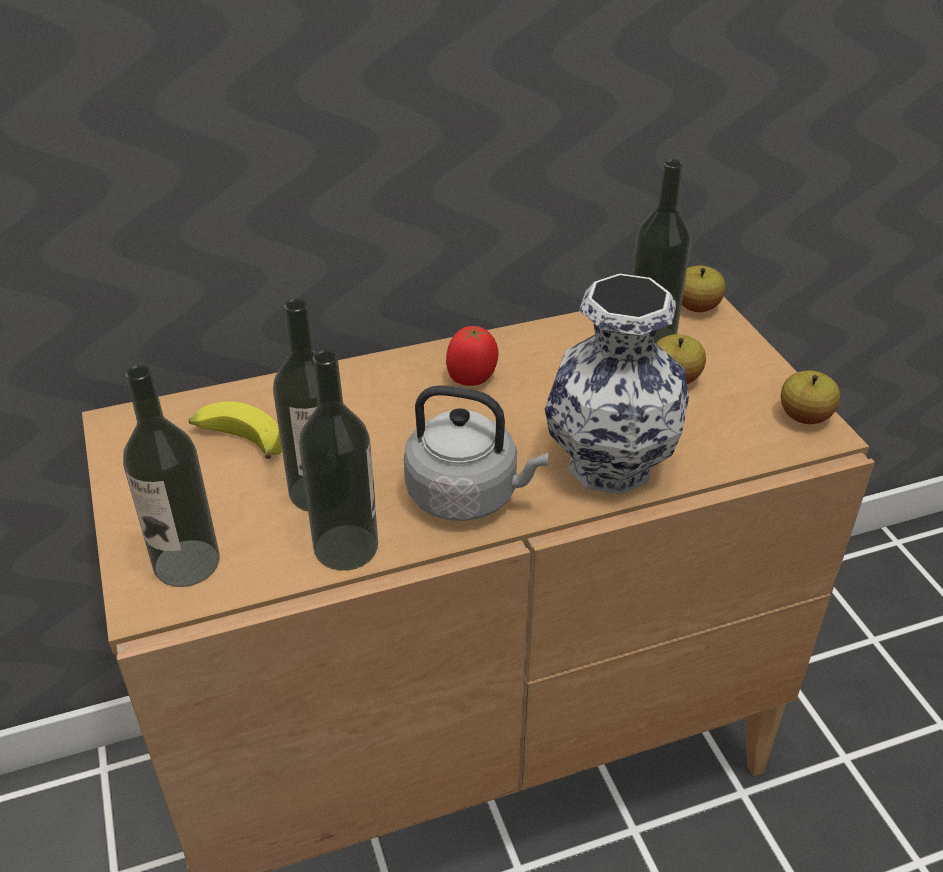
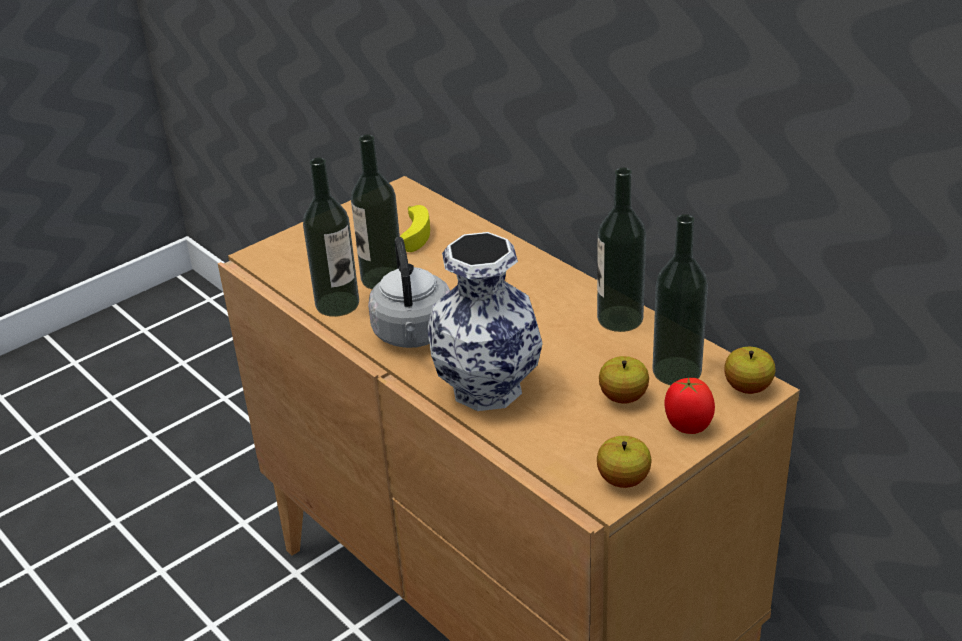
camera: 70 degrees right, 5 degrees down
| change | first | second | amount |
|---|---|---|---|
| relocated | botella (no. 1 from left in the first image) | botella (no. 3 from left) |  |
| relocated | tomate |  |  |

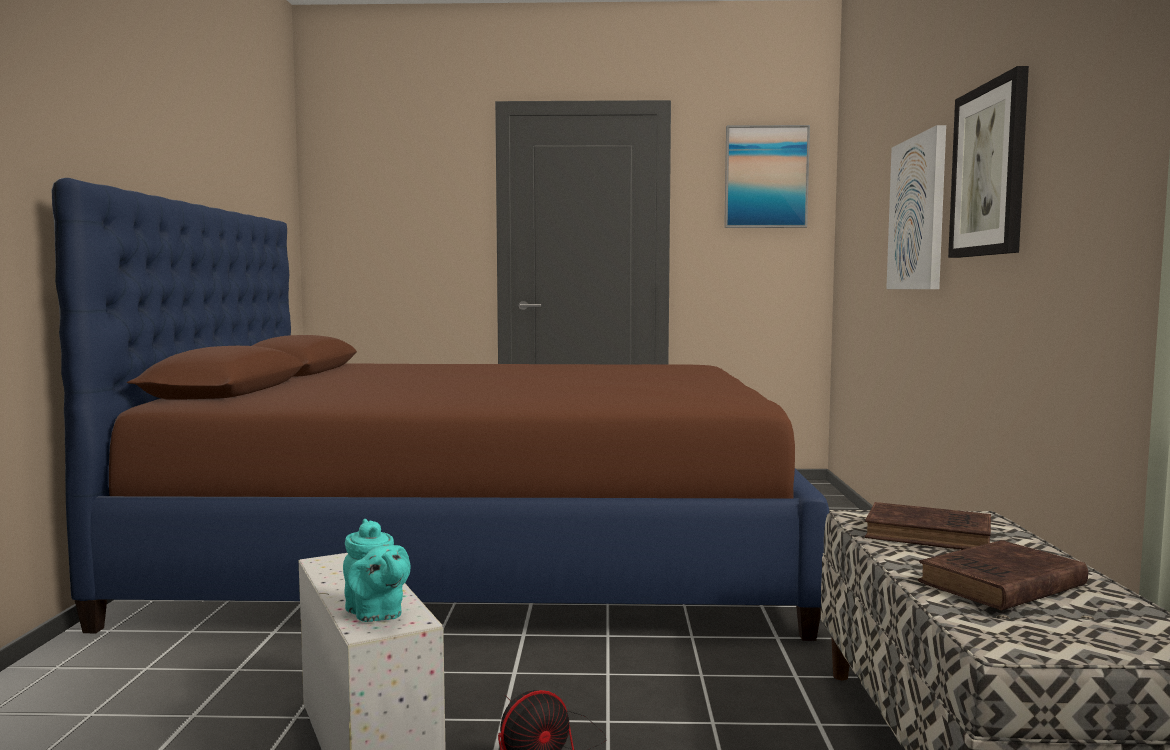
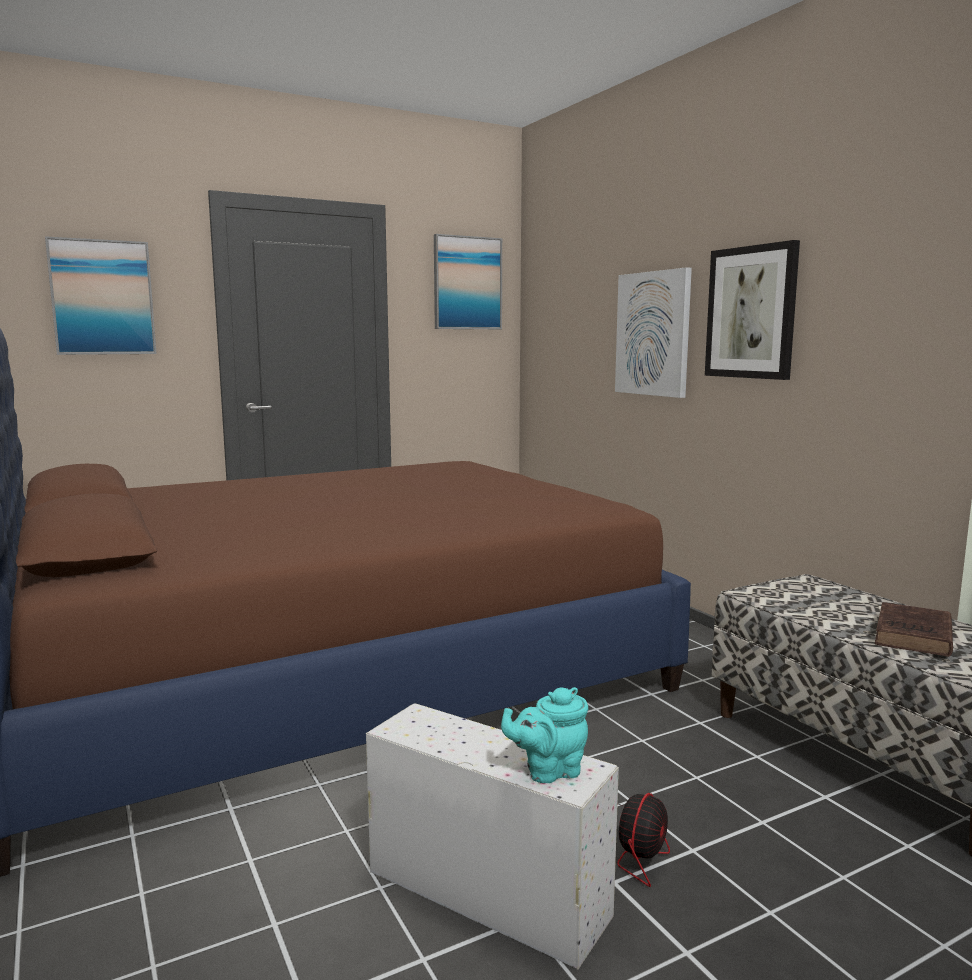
camera: 30 degrees left, 5 degrees up
| change | first | second | amount |
|---|---|---|---|
| spun | tetera [turquesa] |  | 135 degrees clockwise |
| missing | libro [marrón] (no. 1 from left) |  |  |
| appeared |  | cuadro (no. 1 from left) |  |

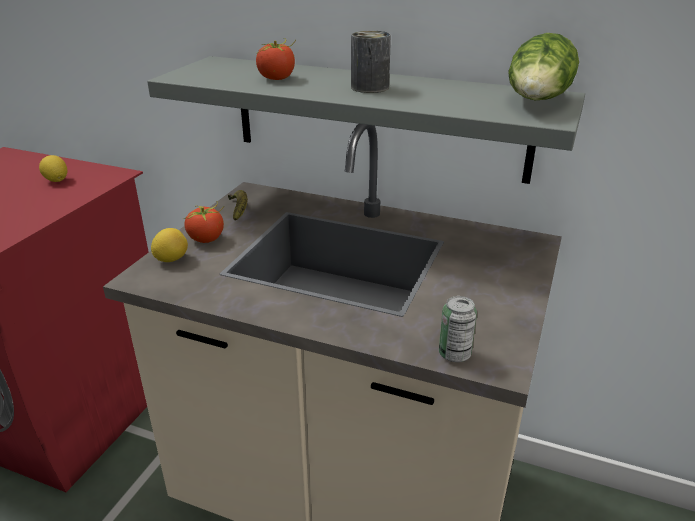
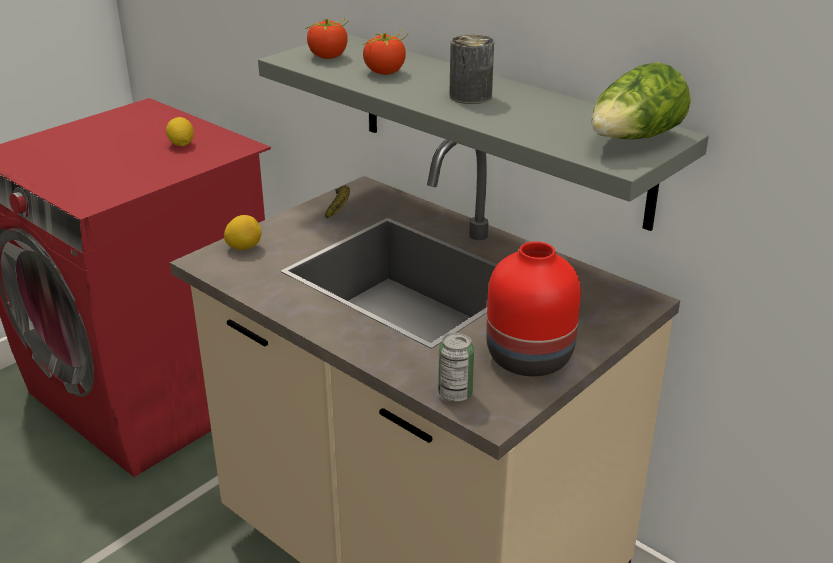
camera: 20 degrees right, 0 degrees up
| change | first | second | amount |
|---|---|---|---|
| relocated | tomate (no. 1 from left) |  |  |
| appeared |  | florero [rojo] |  |

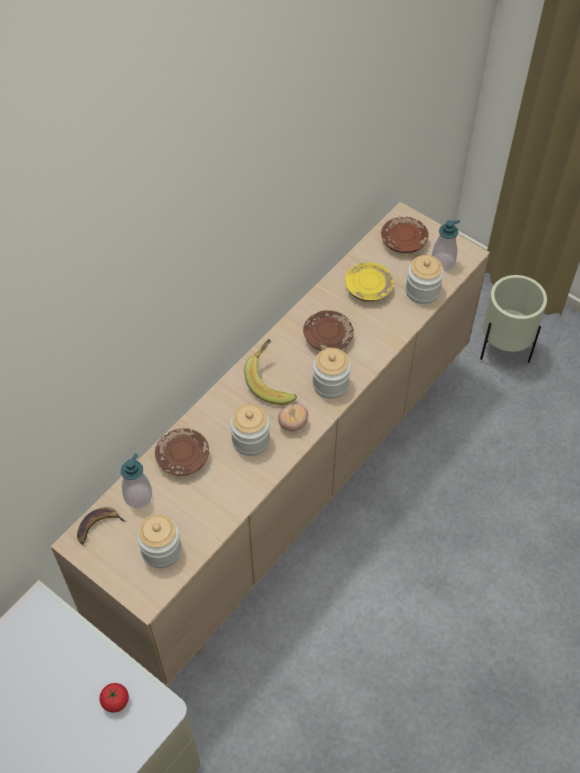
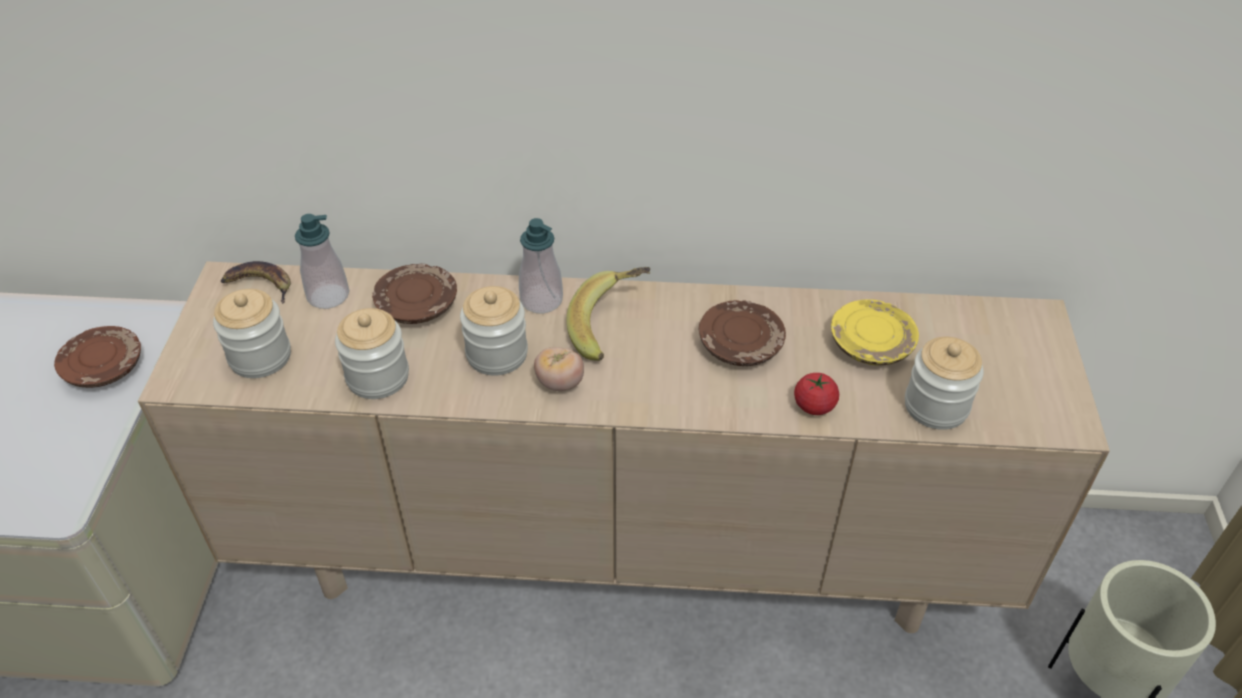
camera: 55 degrees right, 10 degrees down
| change | first | second | amount |
|---|---|---|---|
| relocated | tomate (no. 1 from left in the first image) | tomate (no. 2 from left) |  |
| relocated | tarro (no. 3 from left in the first image) | tarro (no. 2 from left) |  |
| relocated | plato [marrón] (no. 3 from left in the first image) | plato [marrón] (no. 1 from left) |  |
| relocated | dispensador de jabón (no. 2 from left) |  |  |

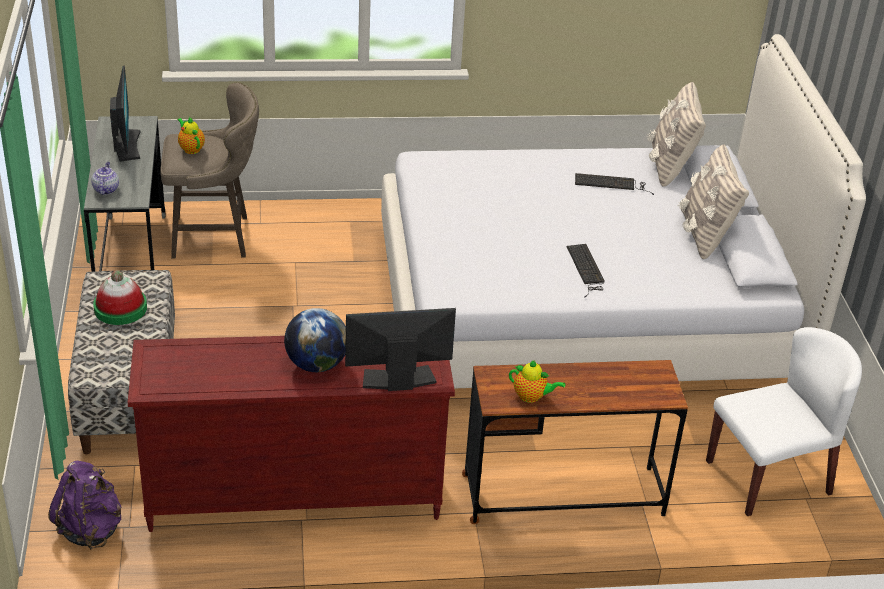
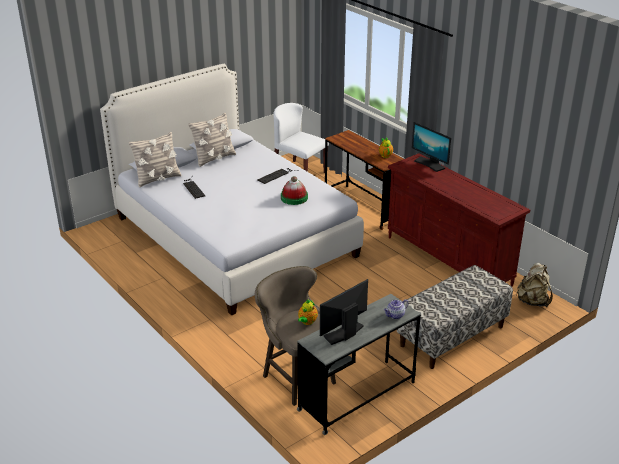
camera: 120 degrees left, 5 degrees down
| change | first | second | amount |
|---|---|---|---|
| colour | mochila [morado] | mochila [beis] |  |
| relocated | sombrero |  |  |
| missing | globo terráqueo |  |  |

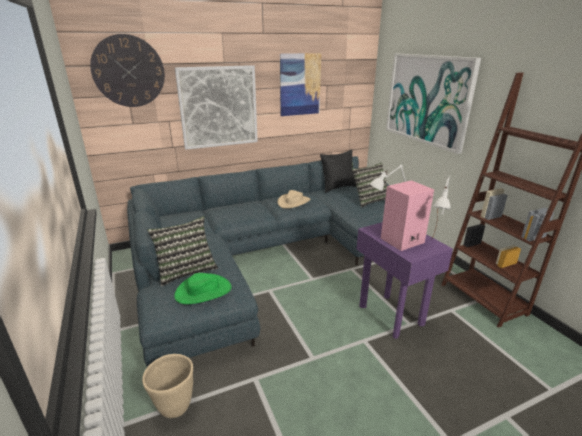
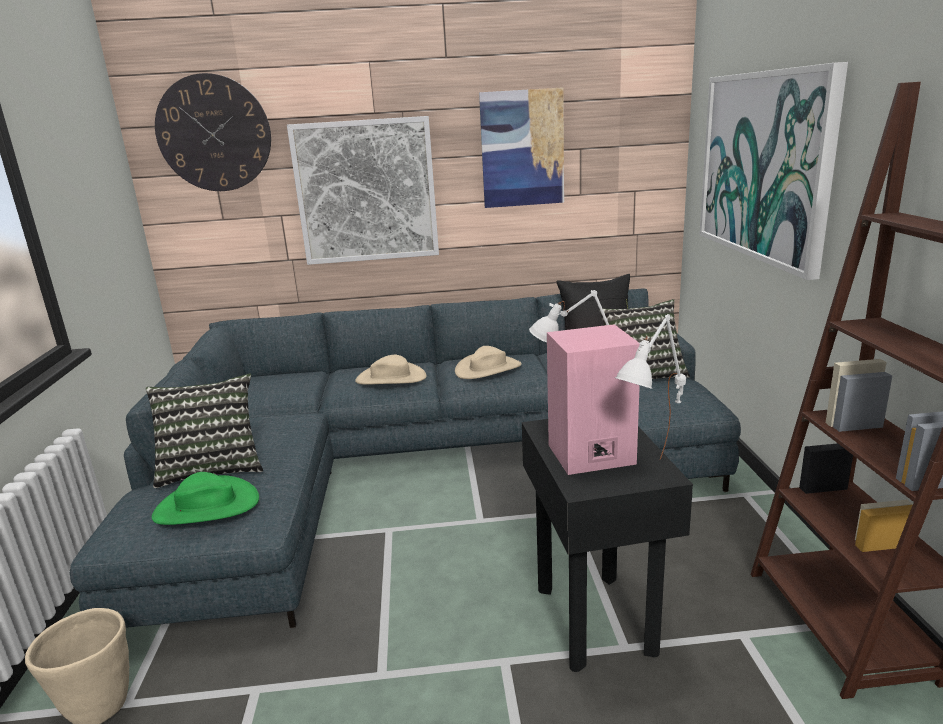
camera: 20 degrees right, 5 degrees down
| change | first | second | amount |
|---|---|---|---|
| colour | mesa auxiliar [morado] | mesa auxiliar [negro] |  |
| appeared |  | sombrero [beis] (no. 1 from left) |  |

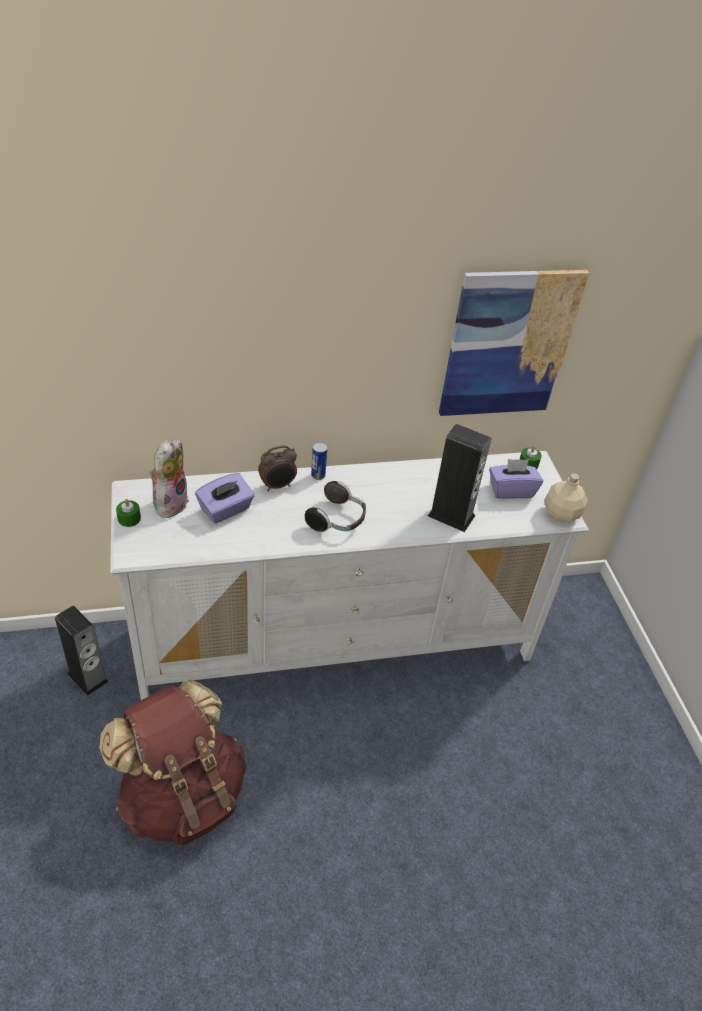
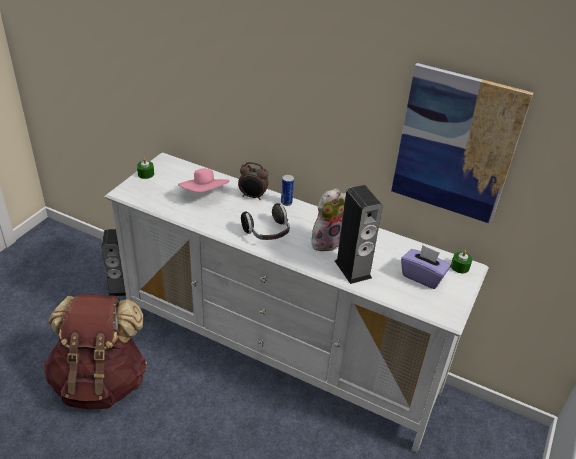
camera: 40 degrees right, 5 degrees down
| change | first | second | amount |
|---|---|---|---|
| relocated | peluche |  |  |
| exchanged | caja de pañuelos [morado] (no. 1 from left) | sombrero [rosa] |  |
| missing | botella [beis] |  |  |

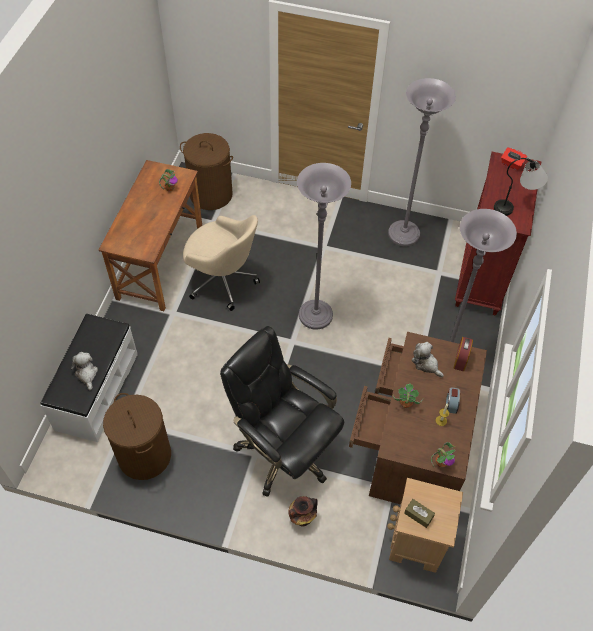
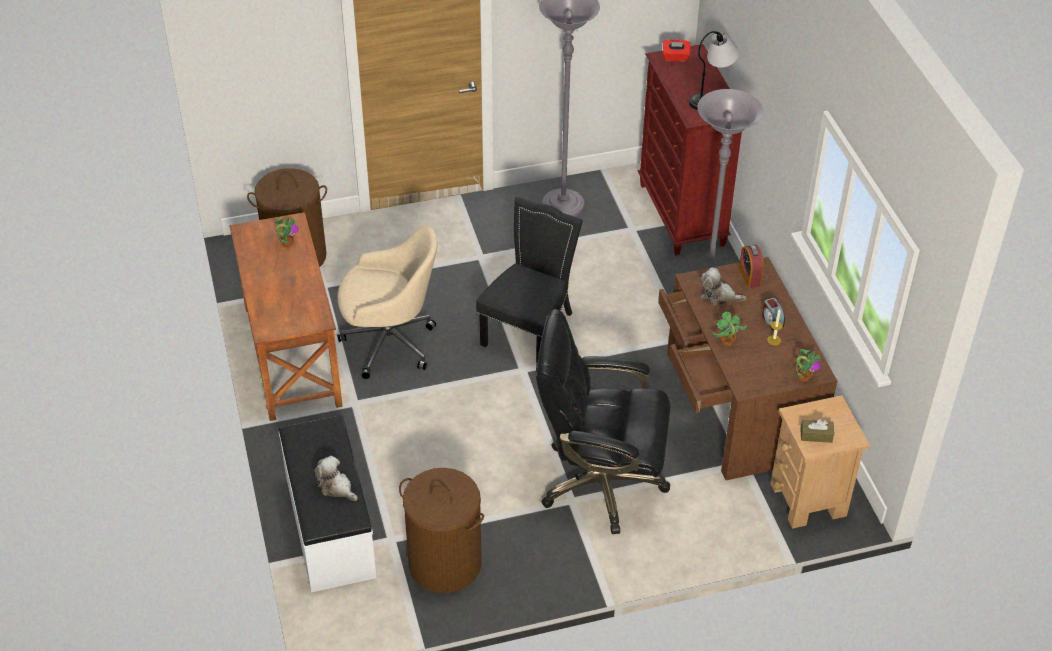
camera: 30 degrees left, 10 degrees down
| change | first | second | amount |
|---|---|---|---|
| missing | florero |  |  |
| exchanged | lámpara de pie [gris] (no. 1 from left) | silla [negro] |  |

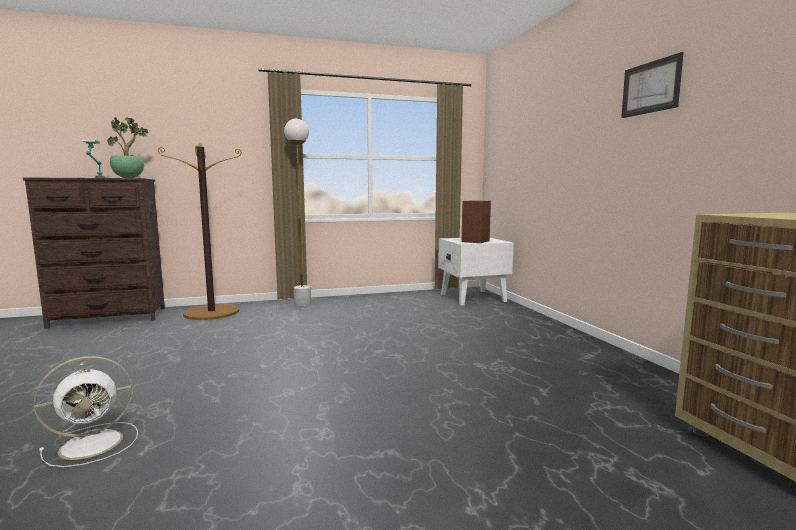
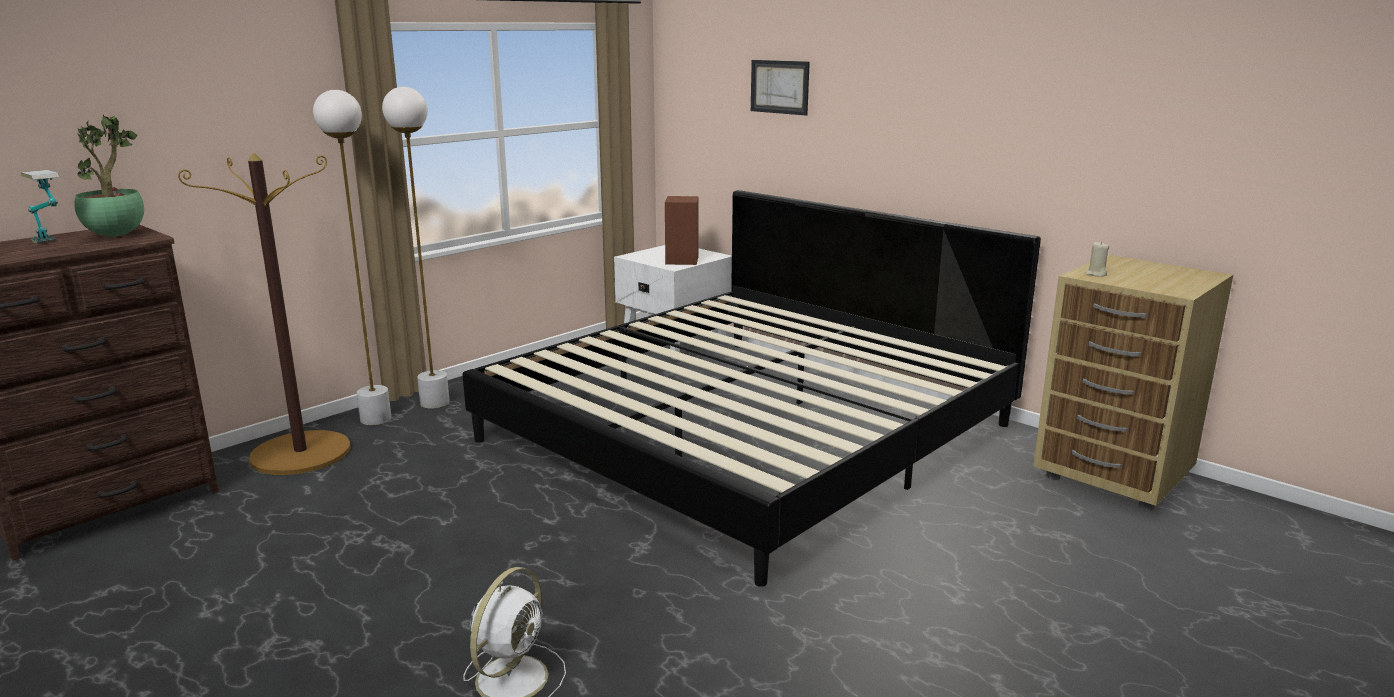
camera: 30 degrees left, 10 degrees up
| change | first | second | amount |
|---|---|---|---|
| relocated | cuadro |  |  |
| appeared |  | lámpara de pie [blanco] (no. 1 from left) |  |
| appeared |  | cama |  |
| appeared |  | vela [beis] |  |

